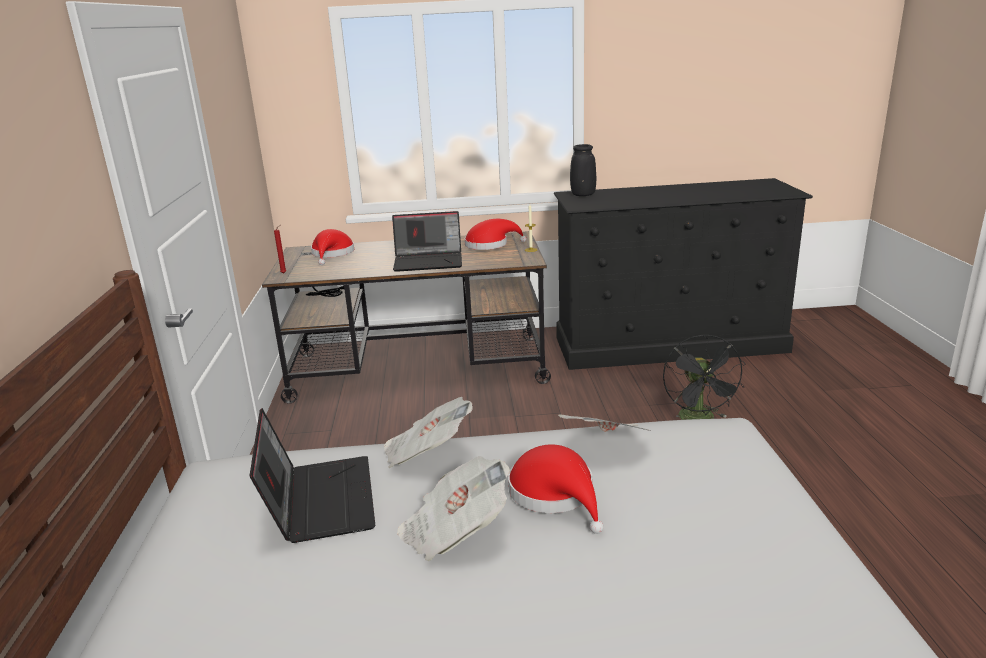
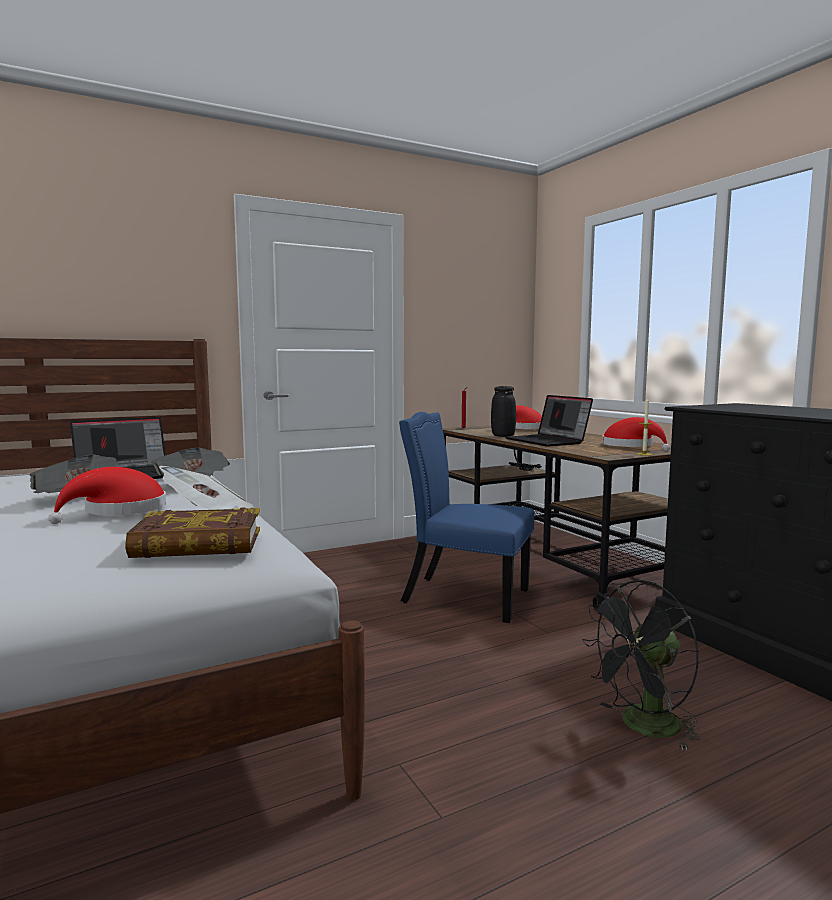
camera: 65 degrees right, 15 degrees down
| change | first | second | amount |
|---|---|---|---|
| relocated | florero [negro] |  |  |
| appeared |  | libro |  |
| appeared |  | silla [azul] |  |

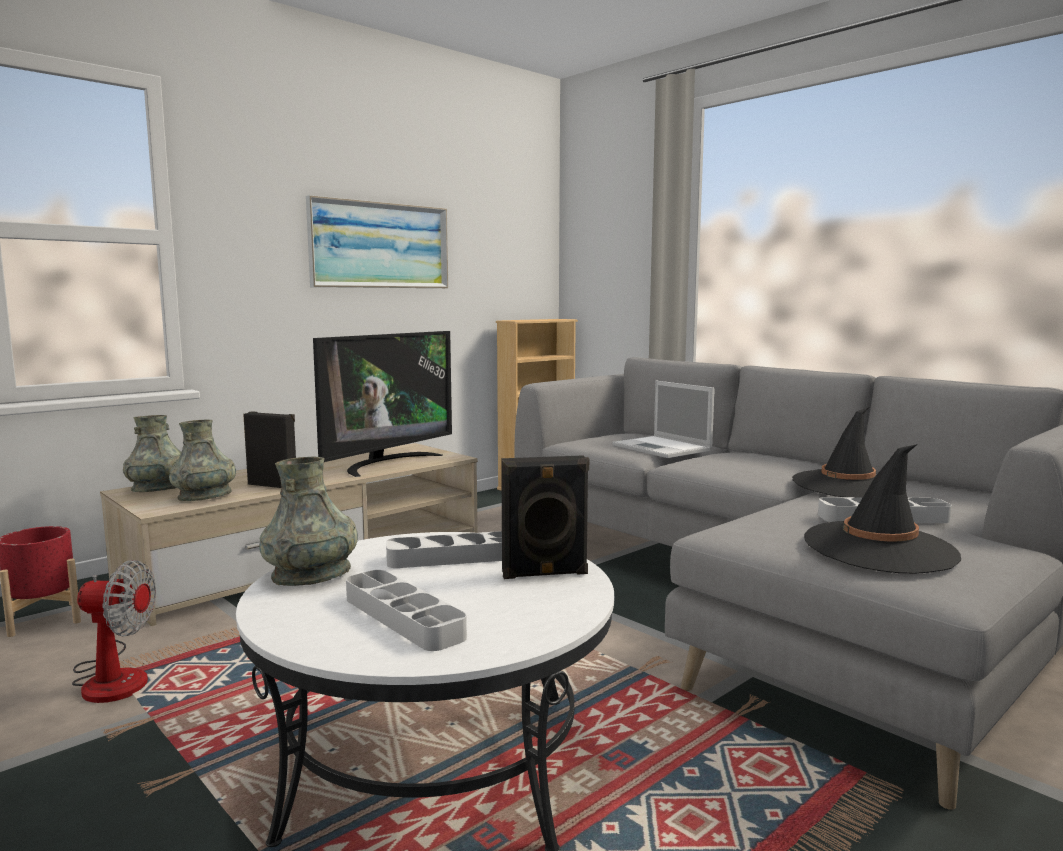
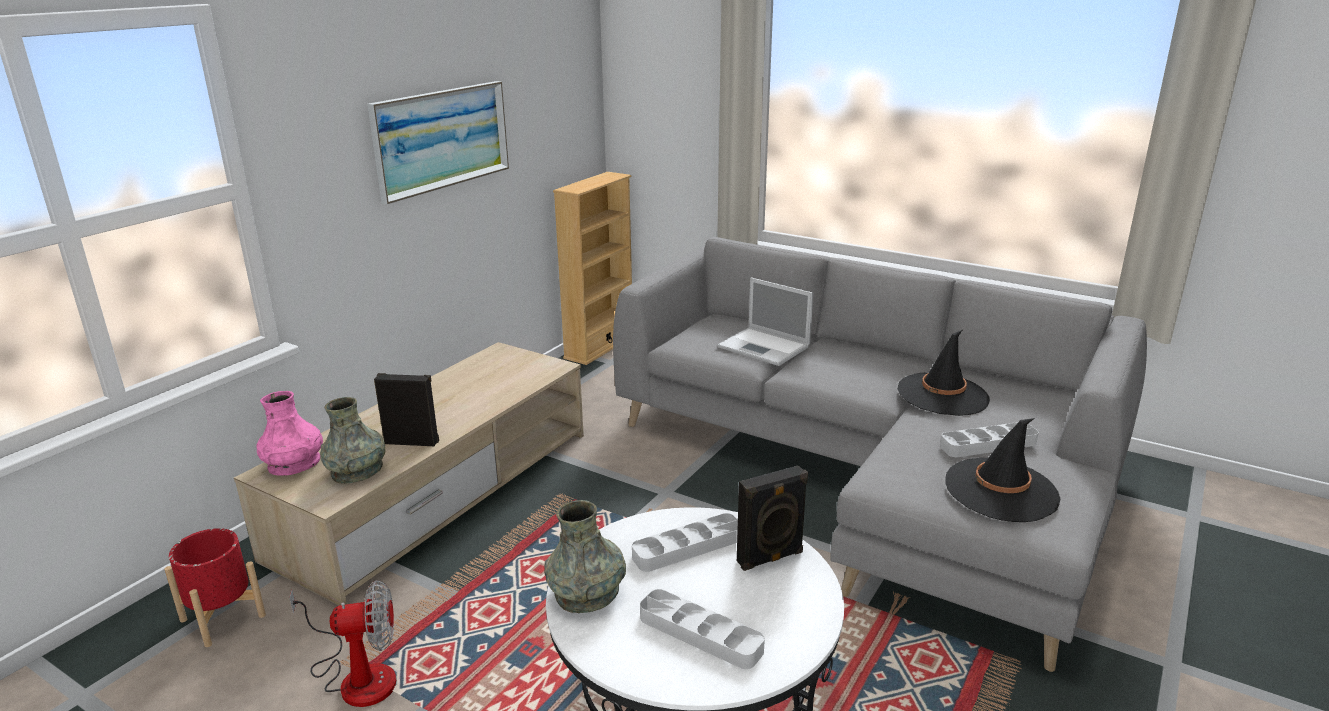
camera: 15 degrees left, 15 degrees up
| change | first | second | amount |
|---|---|---|---|
| colour | florero [gris] (no. 1 from left) | florero [rosa] |  |
| missing | televisor |  |  |

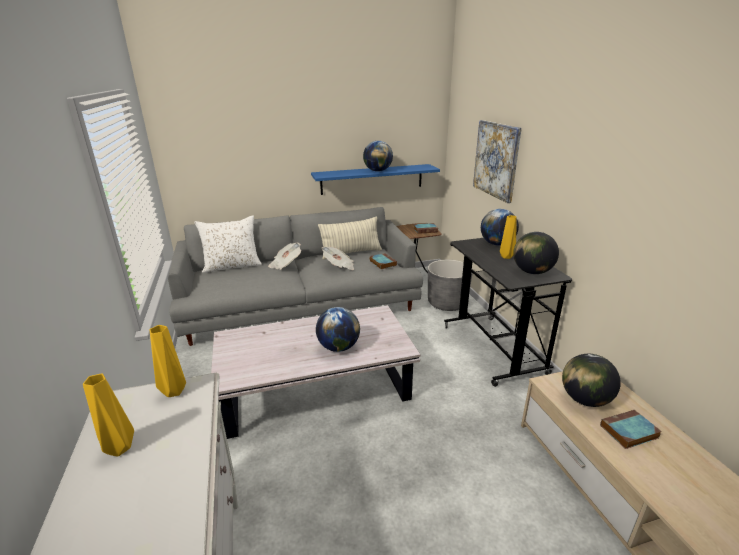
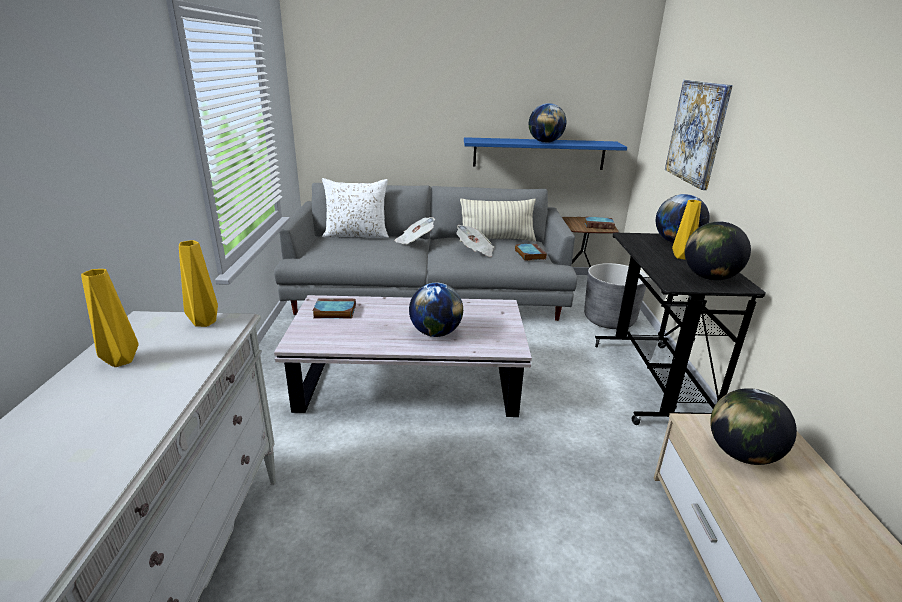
camera: 15 degrees right, 0 degrees up
| change | first | second | amount |
|---|---|---|---|
| relocated | libro (no. 3 from left in the first image) | libro (no. 1 from left) |  |

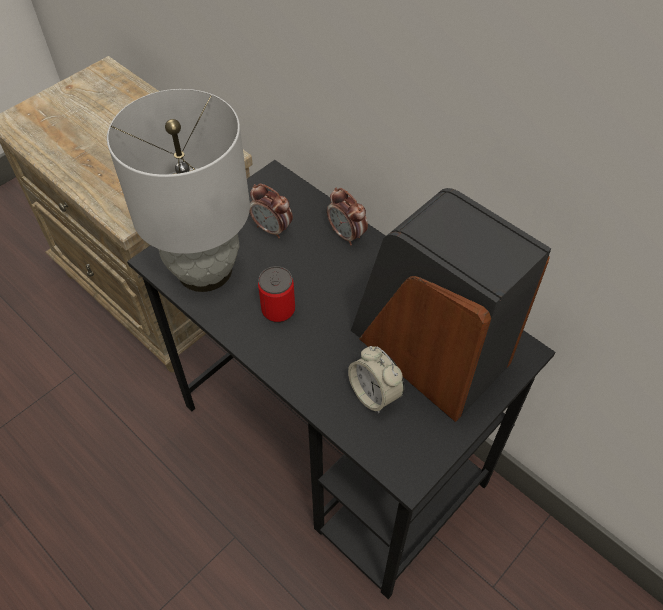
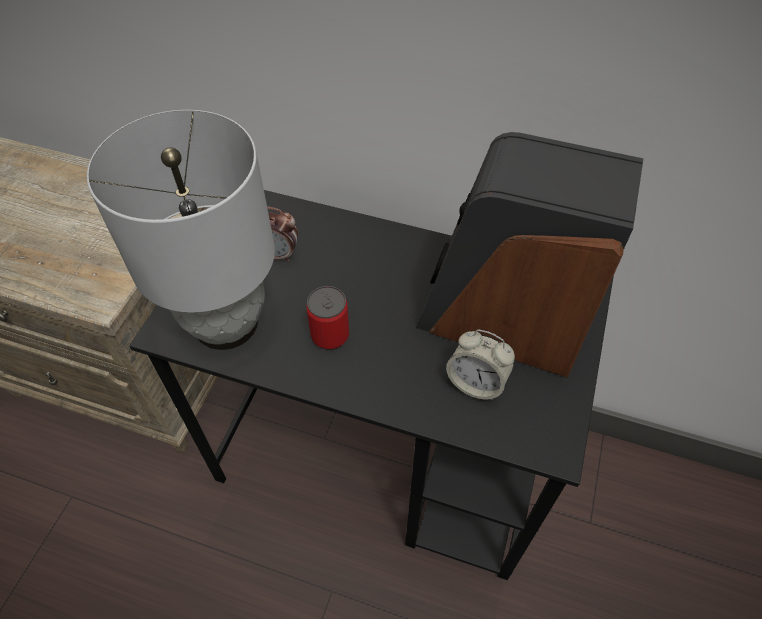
camera: 25 degrees left, 0 degrees up
| change | first | second | amount |
|---|---|---|---|
| missing | despertador (no. 2 from left) |  |  |

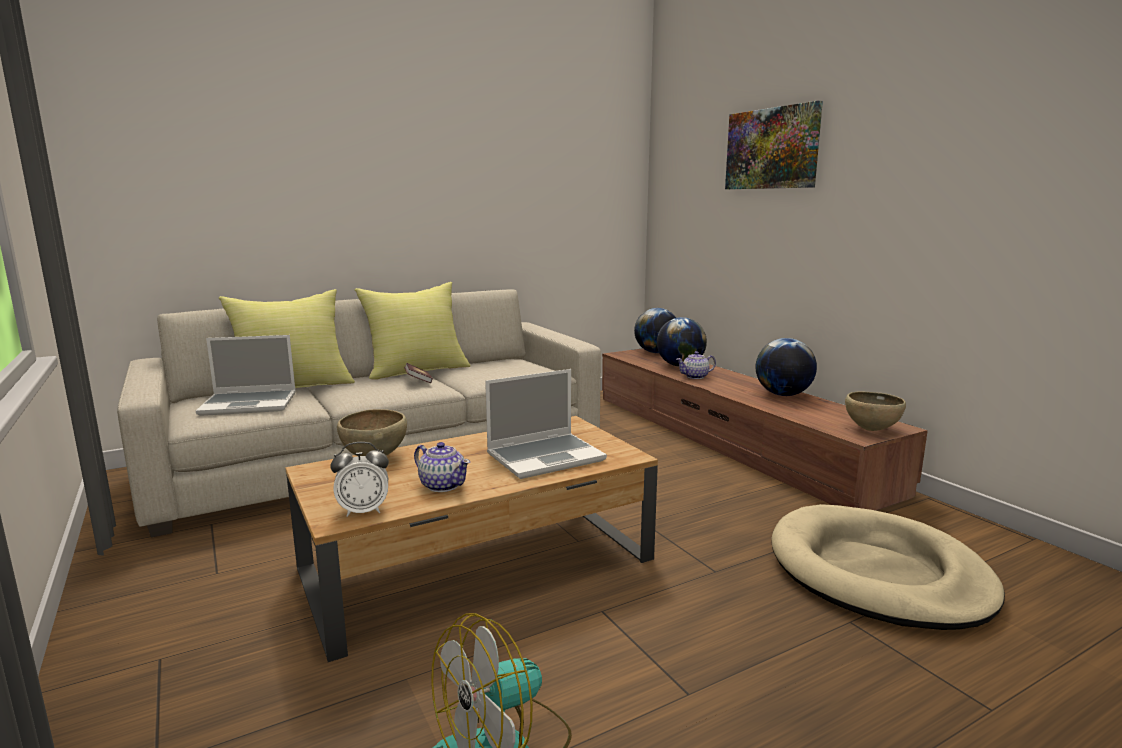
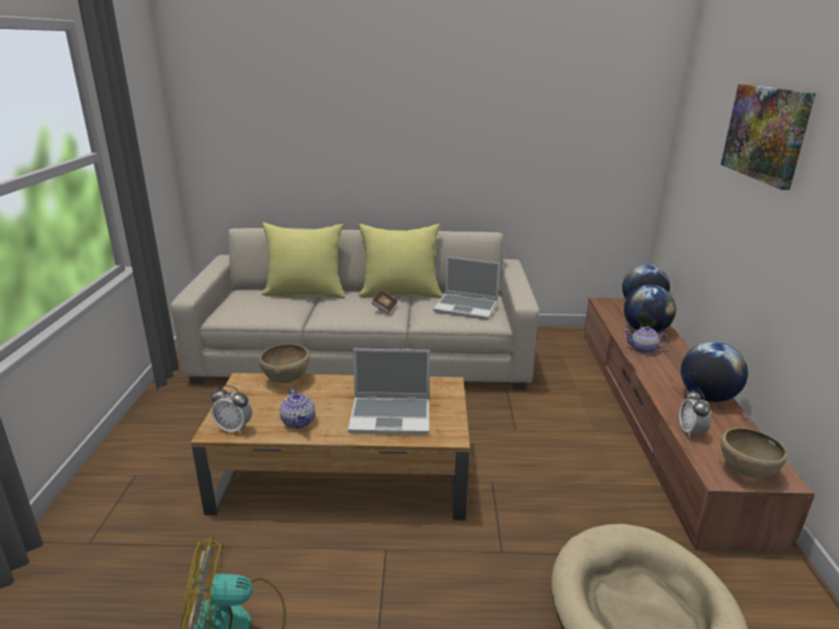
camera: 30 degrees right, 10 degrees up
| change | first | second | amount |
|---|---|---|---|
| relocated | portátil (no. 1 from left in the first image) | portátil (no. 2 from left) |  |
| appeared |  | despertador (no. 2 from left) |  |

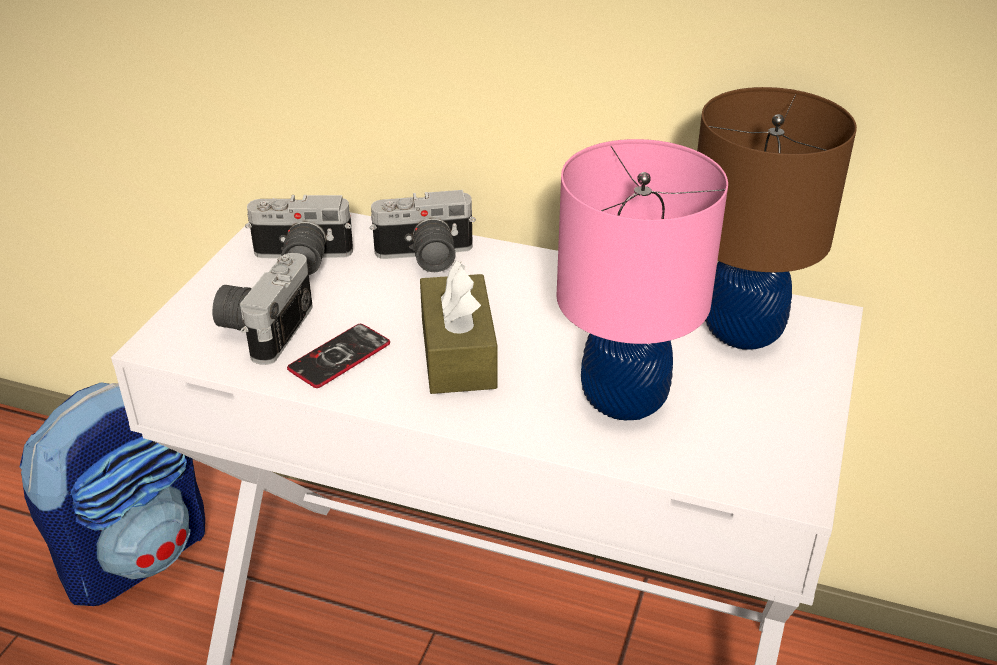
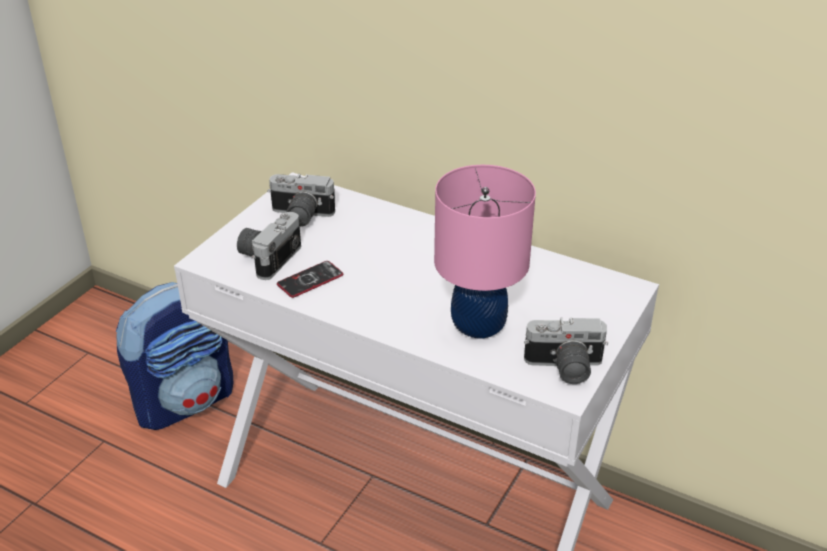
camera: 10 degrees right, 0 degrees up
| change | first | second | amount |
|---|---|---|---|
| relocated | cámara (no. 3 from left) |  |  |
| missing | caja de pañuelos [marrón] |  |  |
| missing | lámpara de mesa [marrón] |  |  |

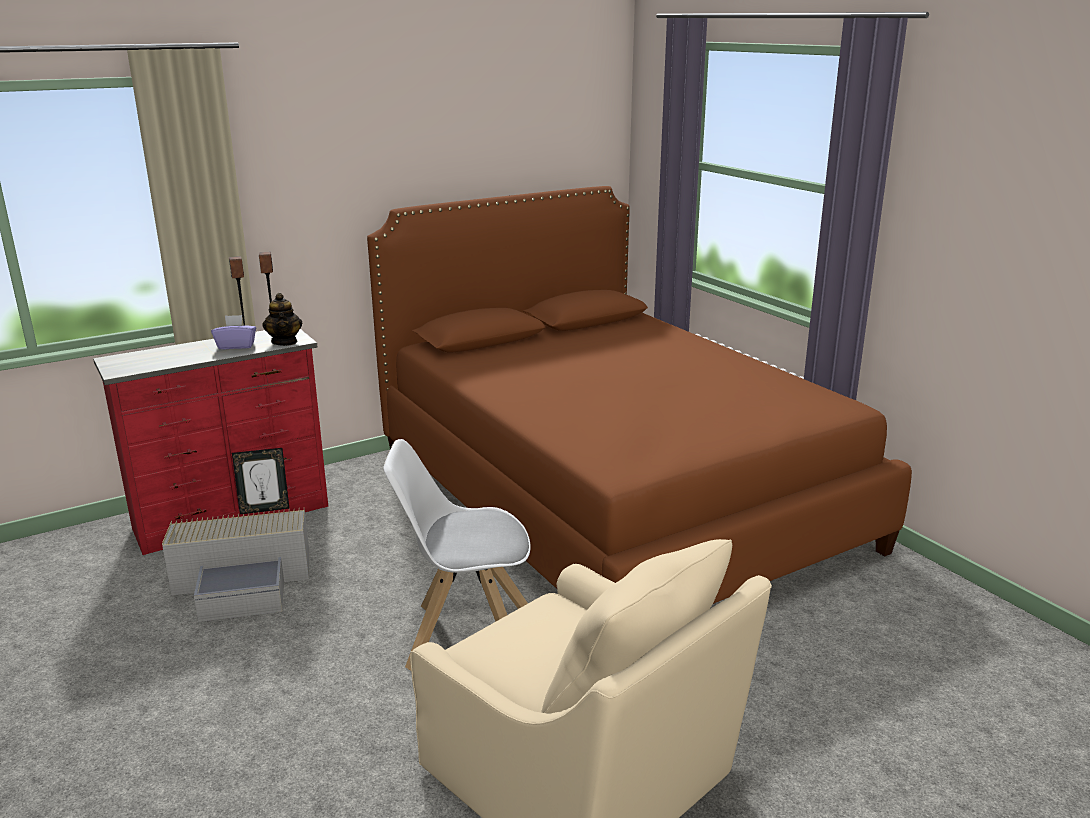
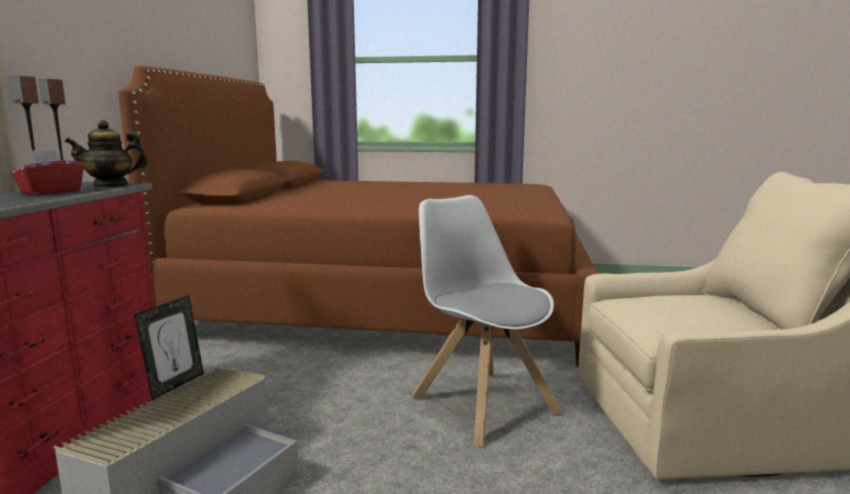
camera: 50 degrees left, 10 degrees down
| change | first | second | amount |
|---|---|---|---|
| colour | caja de pañuelos [morado] | caja de pañuelos [rojo] |  |
| spun | tetera |  | 135 degrees clockwise |
| spun | silla |  | 105 degrees clockwise |

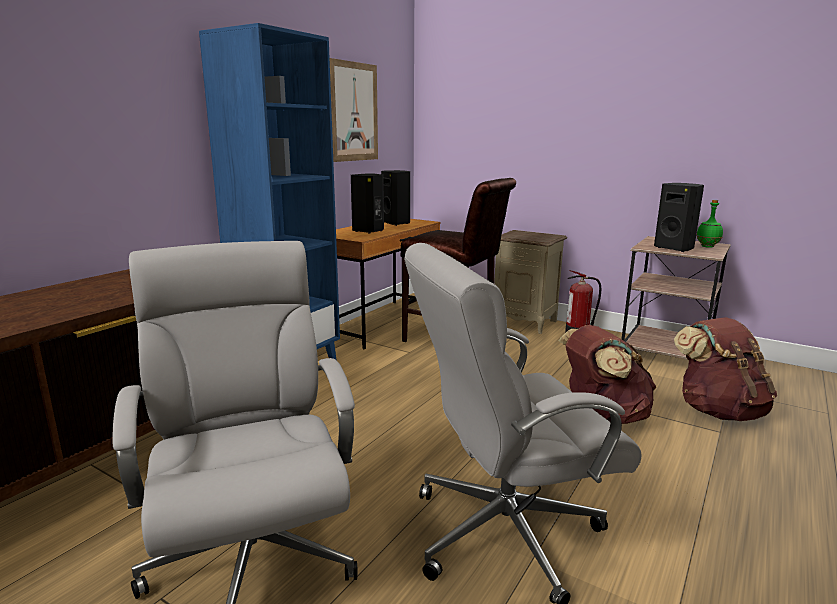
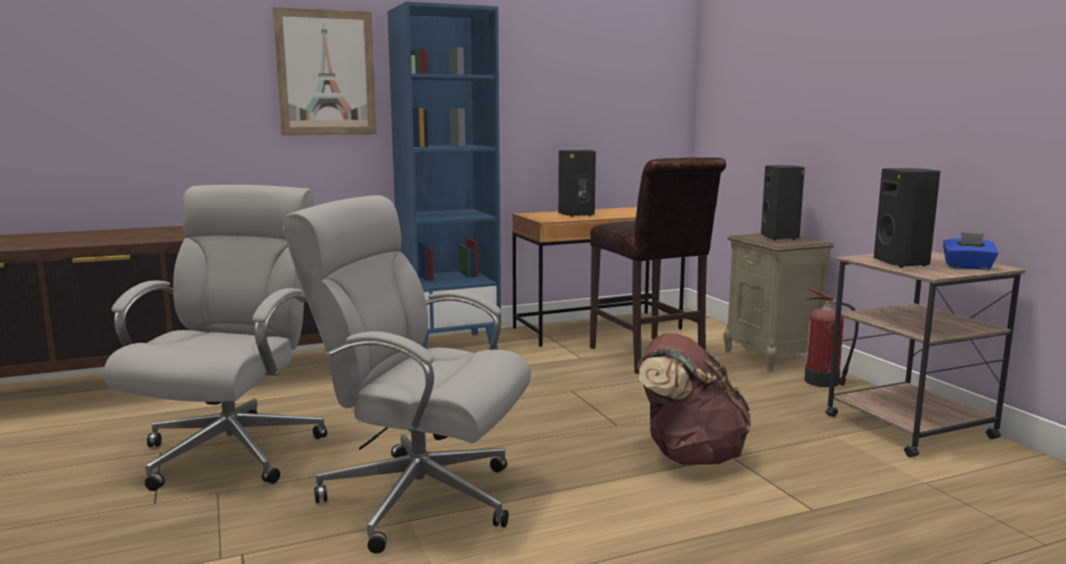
camera: 35 degrees right, 5 degrees down
| change | first | second | amount |
|---|---|---|---|
| relocated | cuadro |  |  |
| relocated | altavoz [negro] (no. 2 from left) |  |  |
| missing | mochila [marrón] (no. 2 from left) |  |  |
| exchanged | botella [verde] | caja de pañuelos [azul] |  |

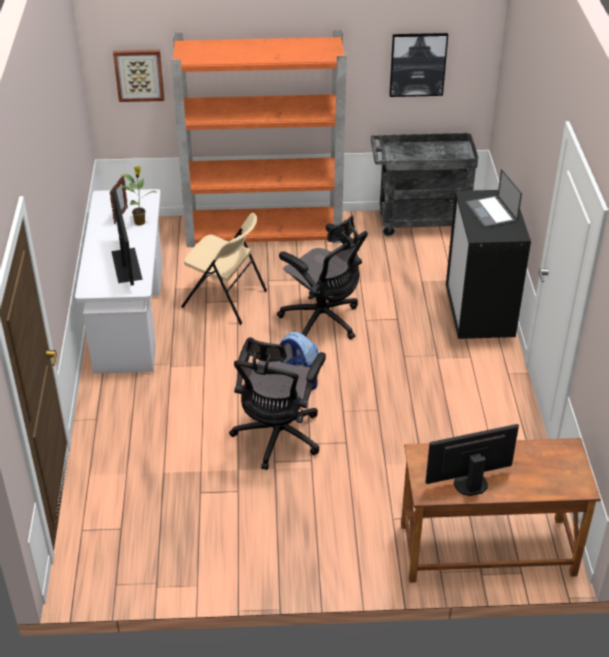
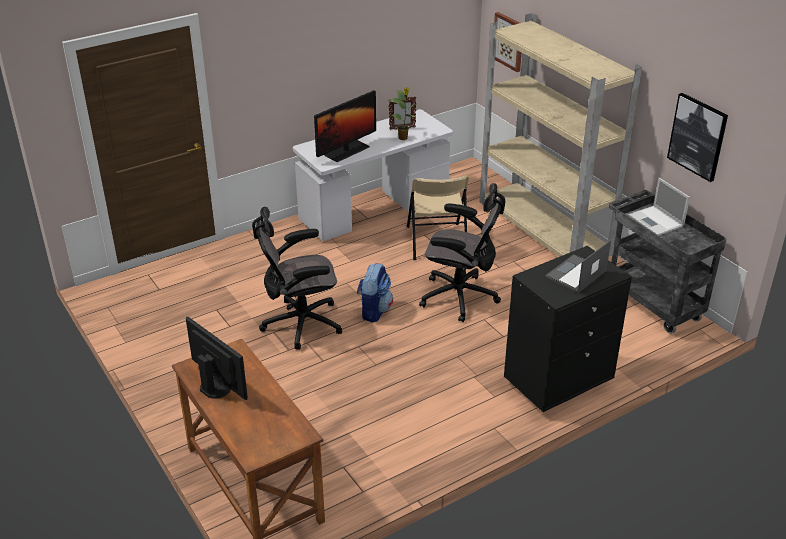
camera: 60 degrees right, 5 degrees down
| change | first | second | amount |
|---|---|---|---|
| colour | estantería [naranja] | estantería [beis] |  |
| spun | silla de oficina (no. 2 from left) |  | 90 degrees counterclockwise |
| appeared |  | portátil (no. 2 from left) |  |

